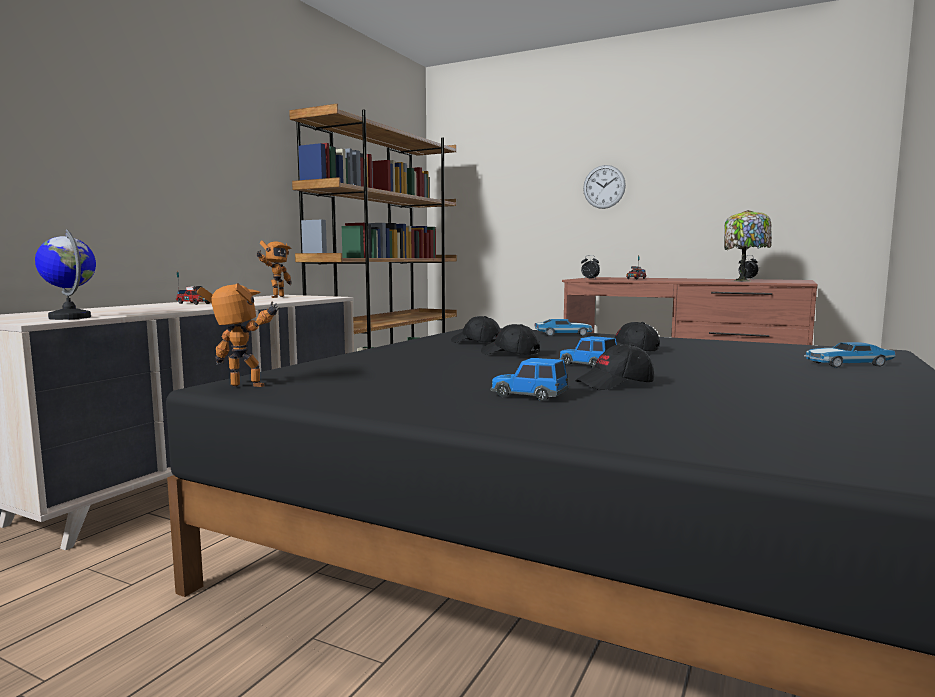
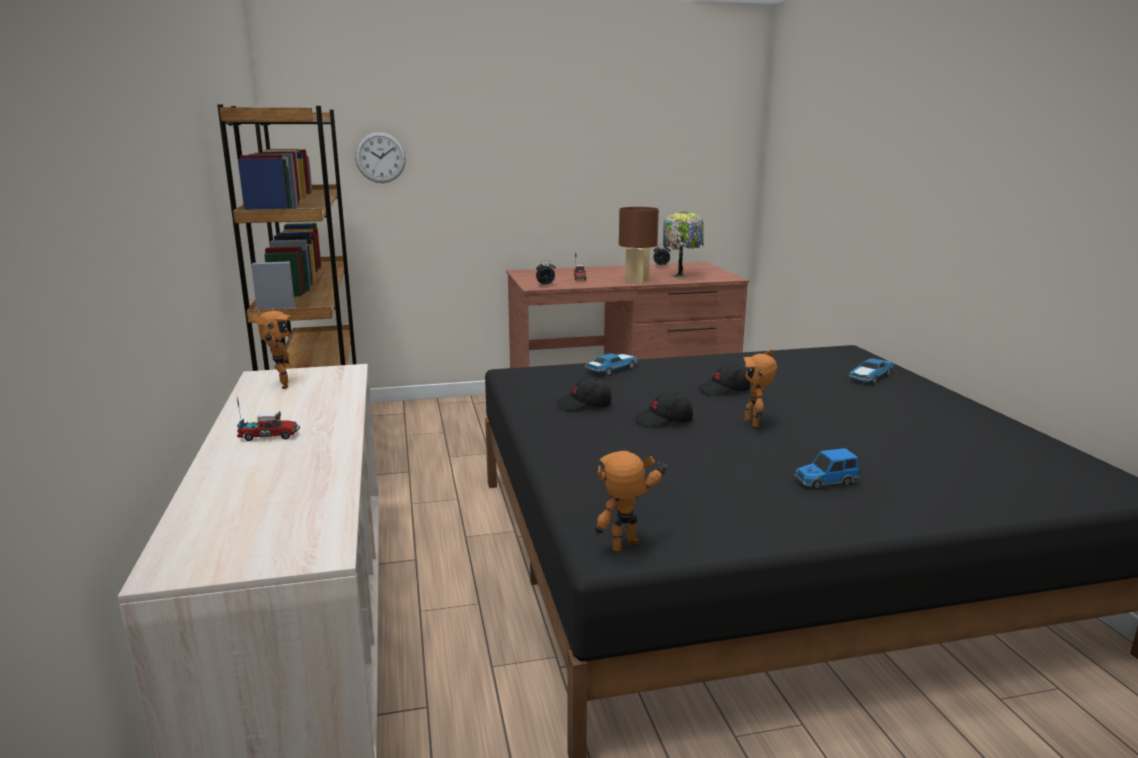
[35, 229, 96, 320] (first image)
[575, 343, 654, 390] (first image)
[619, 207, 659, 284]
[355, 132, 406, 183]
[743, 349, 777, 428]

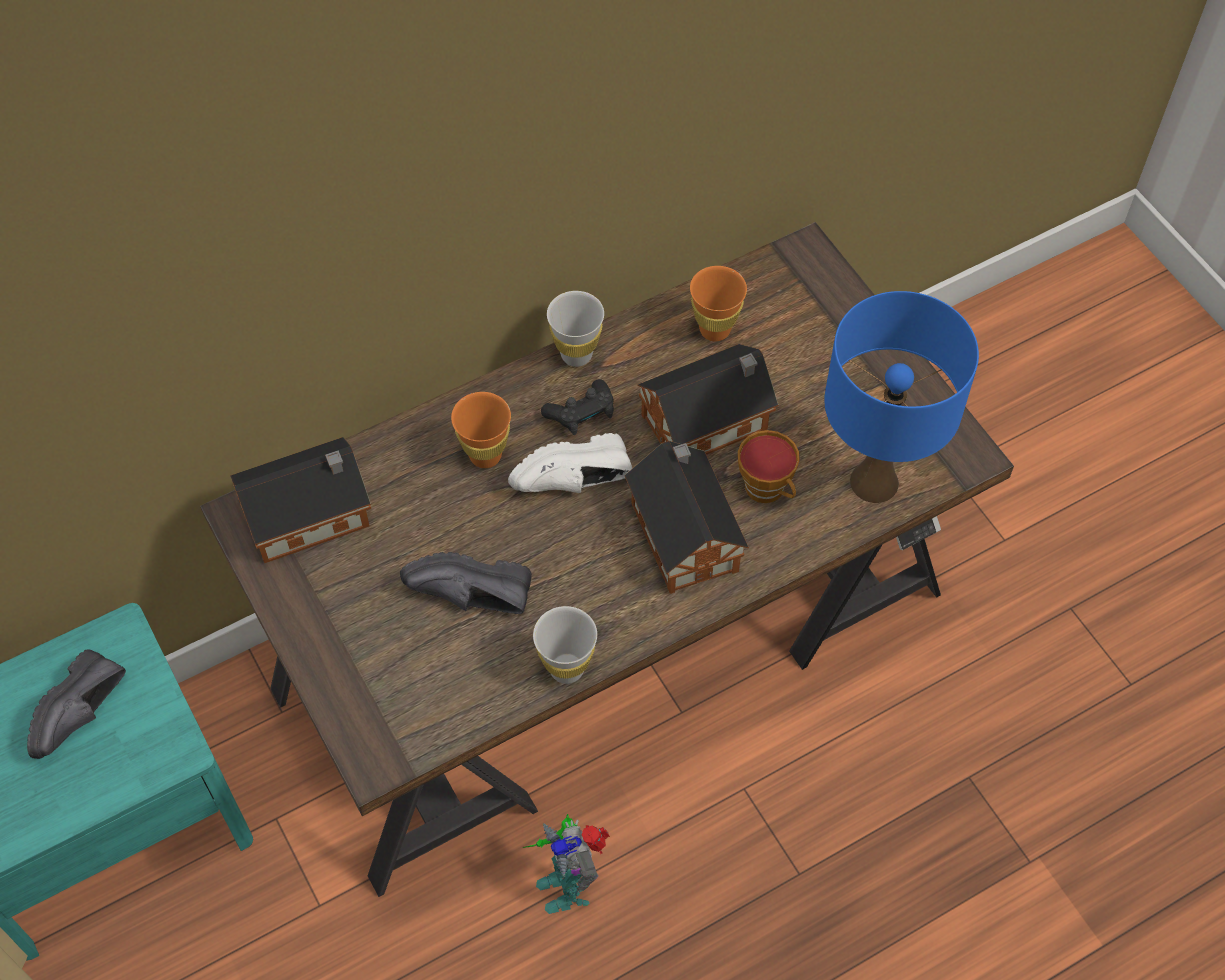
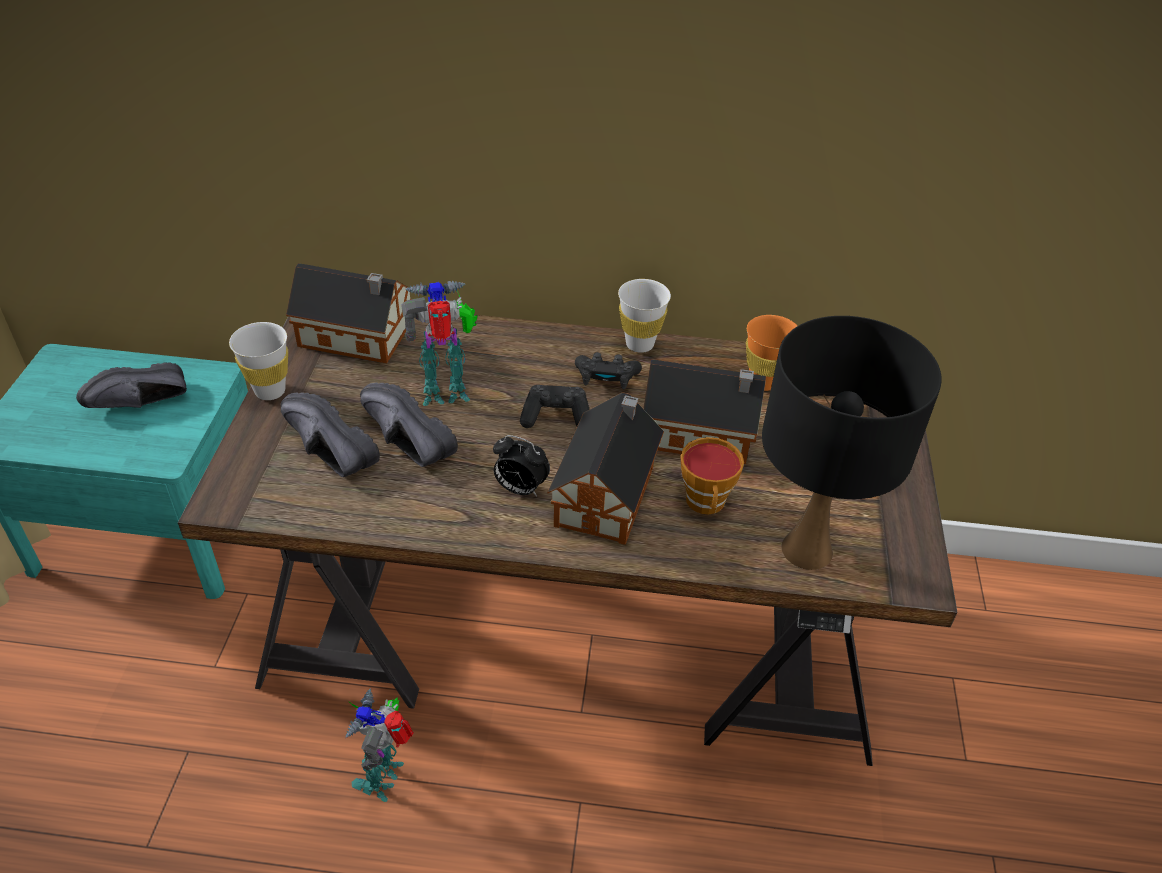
[451, 392, 511, 468] (first image)
[281, 392, 380, 477]
[401, 281, 478, 406]
[493, 435, 550, 496]
[229, 322, 288, 400]
[520, 385, 590, 428]
[762, 316, 942, 570]

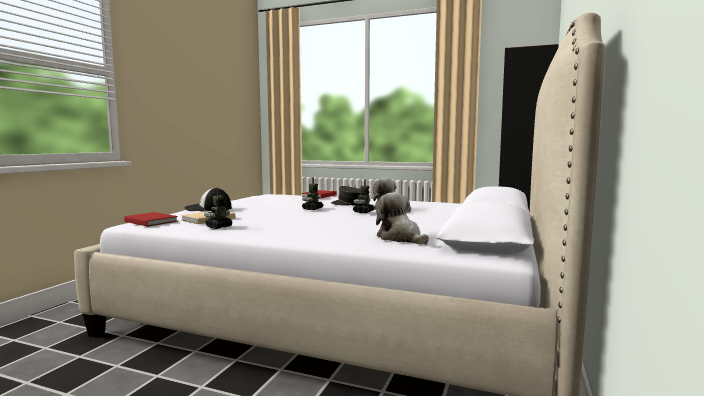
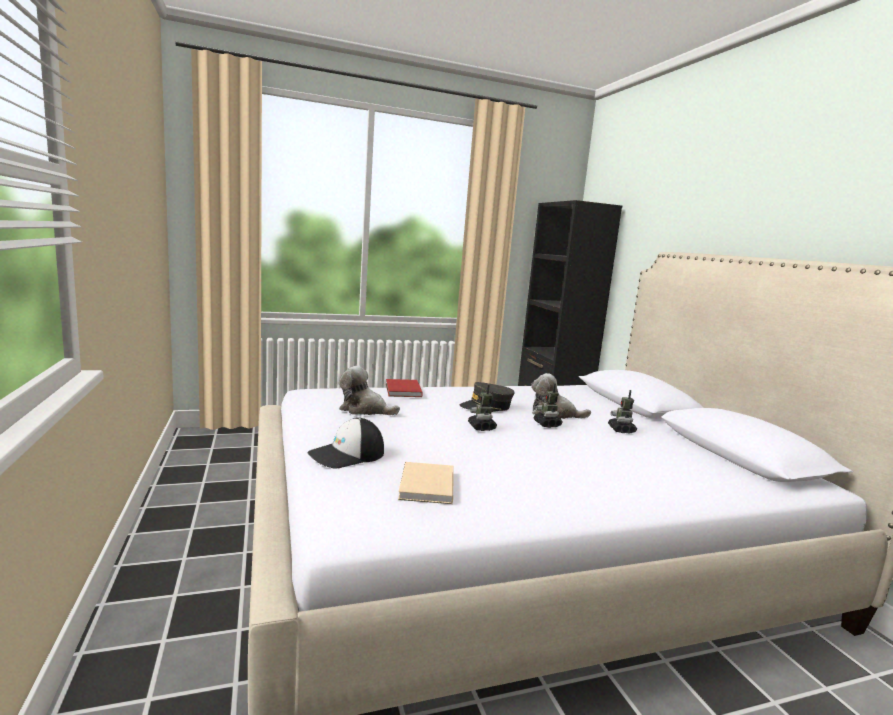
[124, 212, 178, 227] (first image)
[608, 390, 637, 433]
[339, 366, 400, 415]

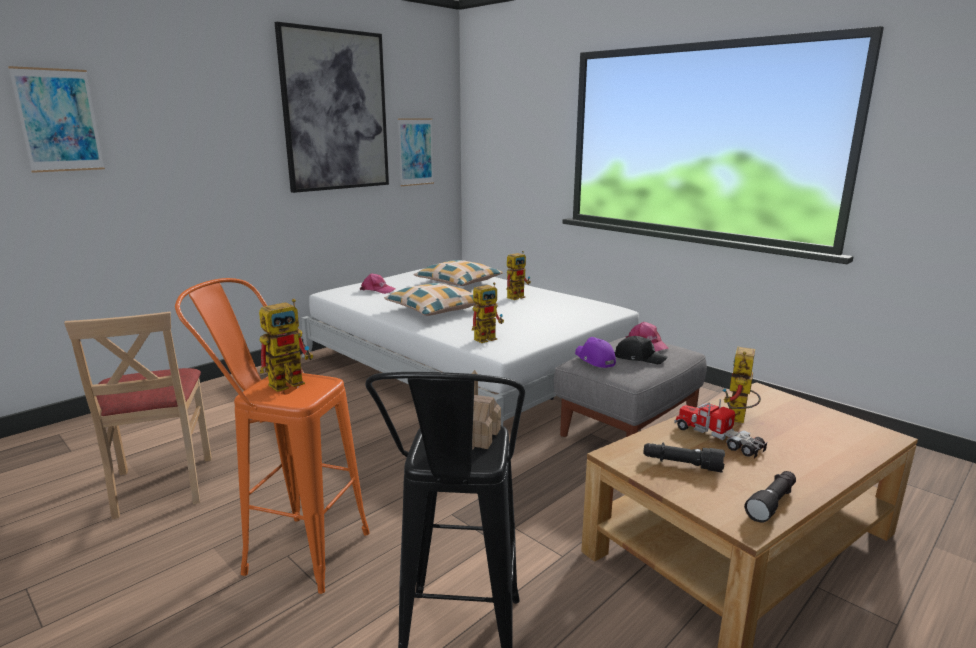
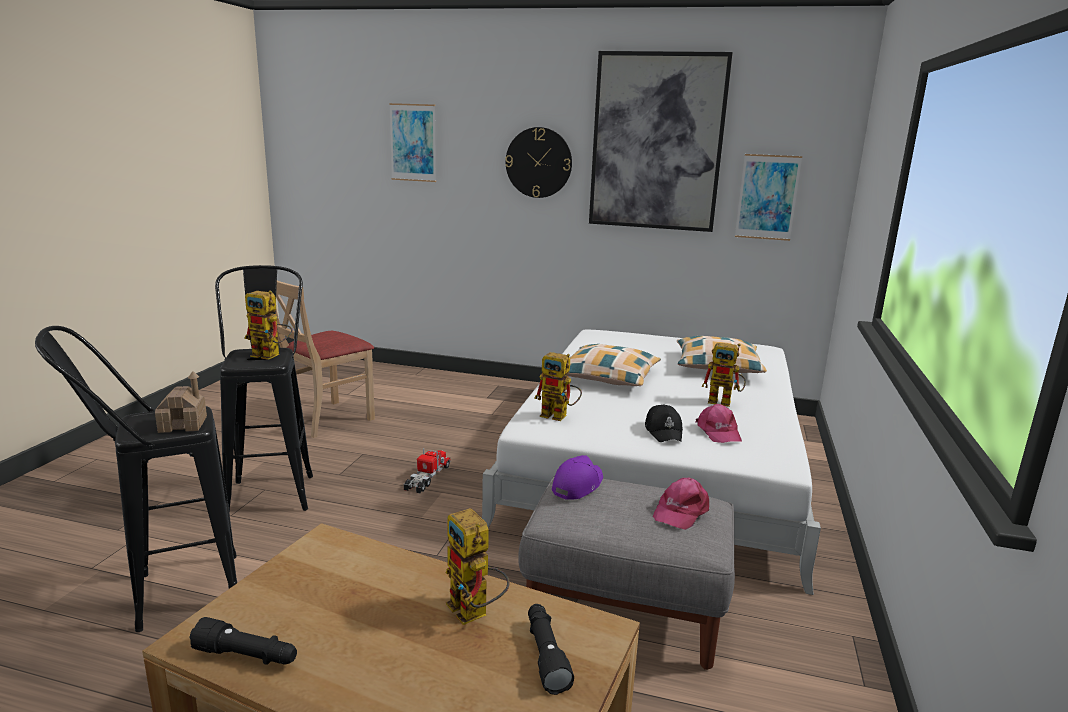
[505, 127, 572, 198]
[695, 404, 742, 443]
[645, 404, 683, 442]
[528, 604, 574, 695]
[404, 448, 451, 494]
[215, 265, 313, 513]
[445, 508, 510, 625]

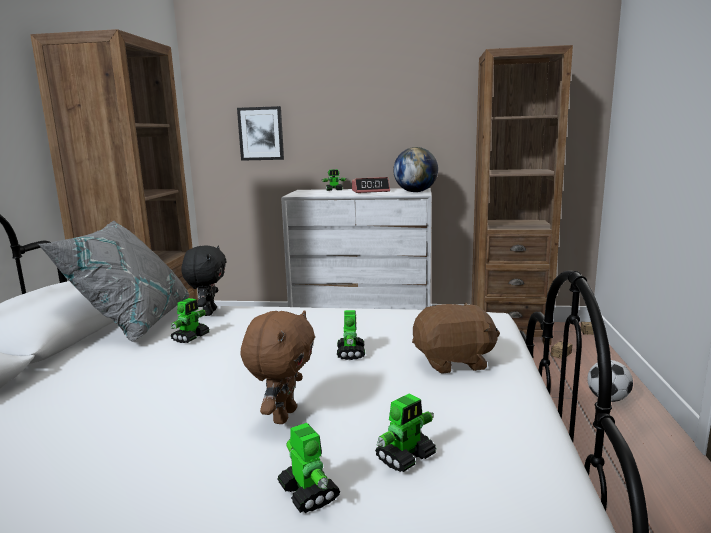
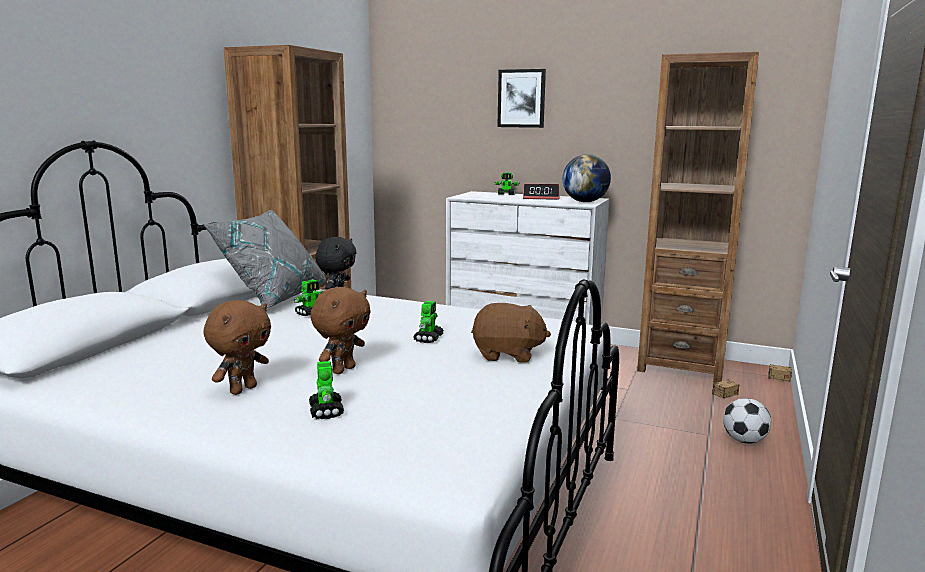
[375, 394, 437, 472] (first image)
[203, 300, 271, 395]
[497, 69, 546, 128]

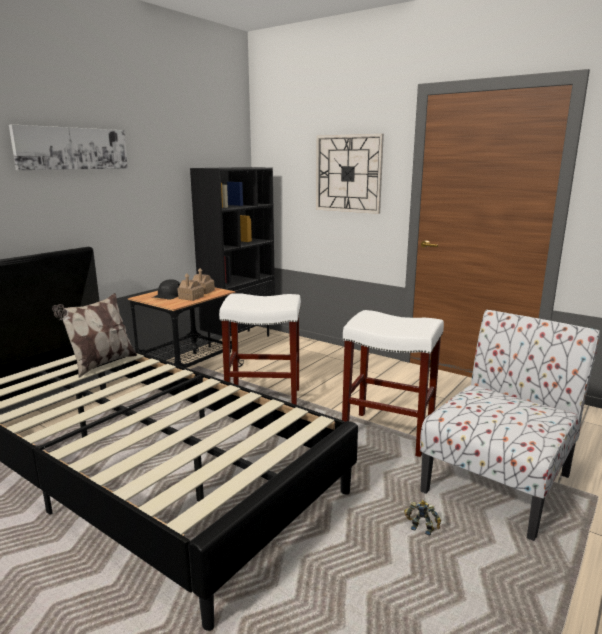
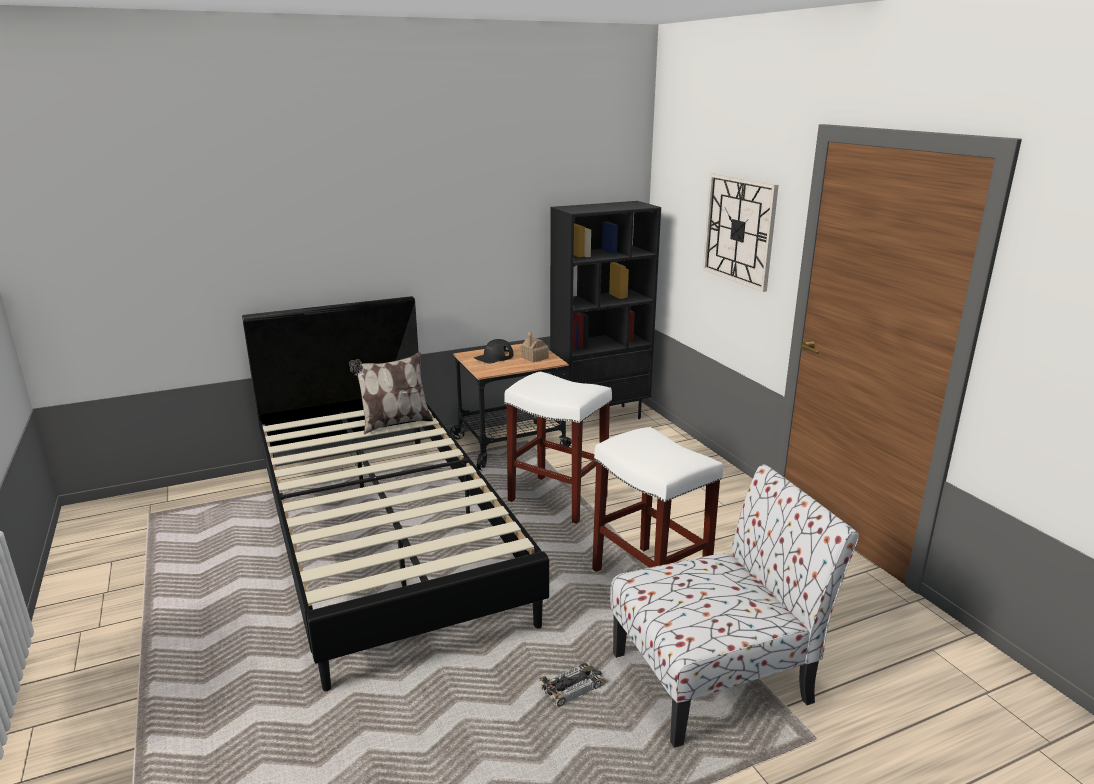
[9, 124, 128, 170] (first image)
[178, 273, 204, 301] (first image)
[540, 662, 608, 707]

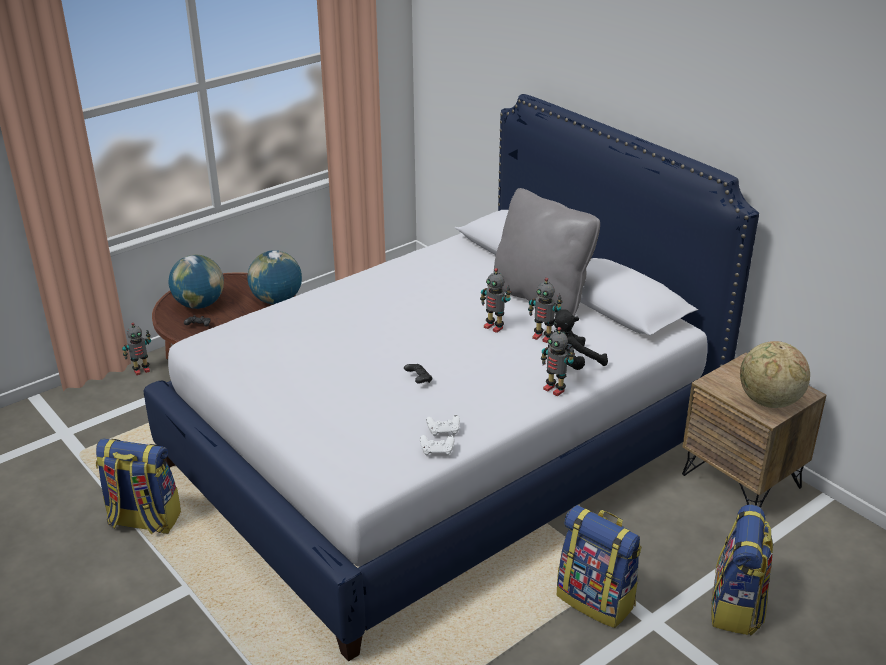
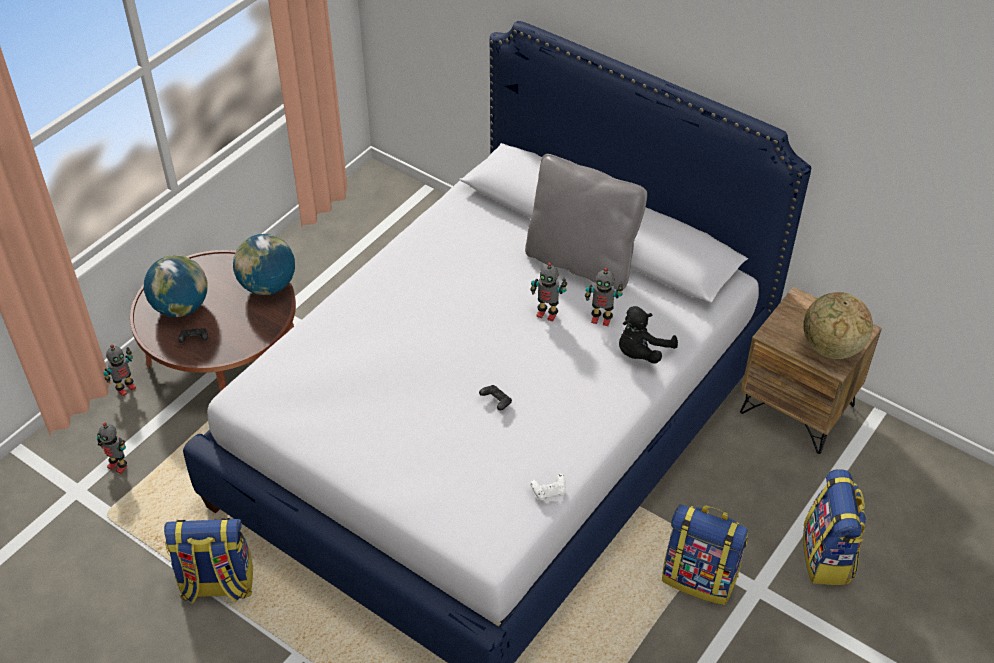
[426, 415, 460, 436] (first image)
[97, 423, 127, 474]

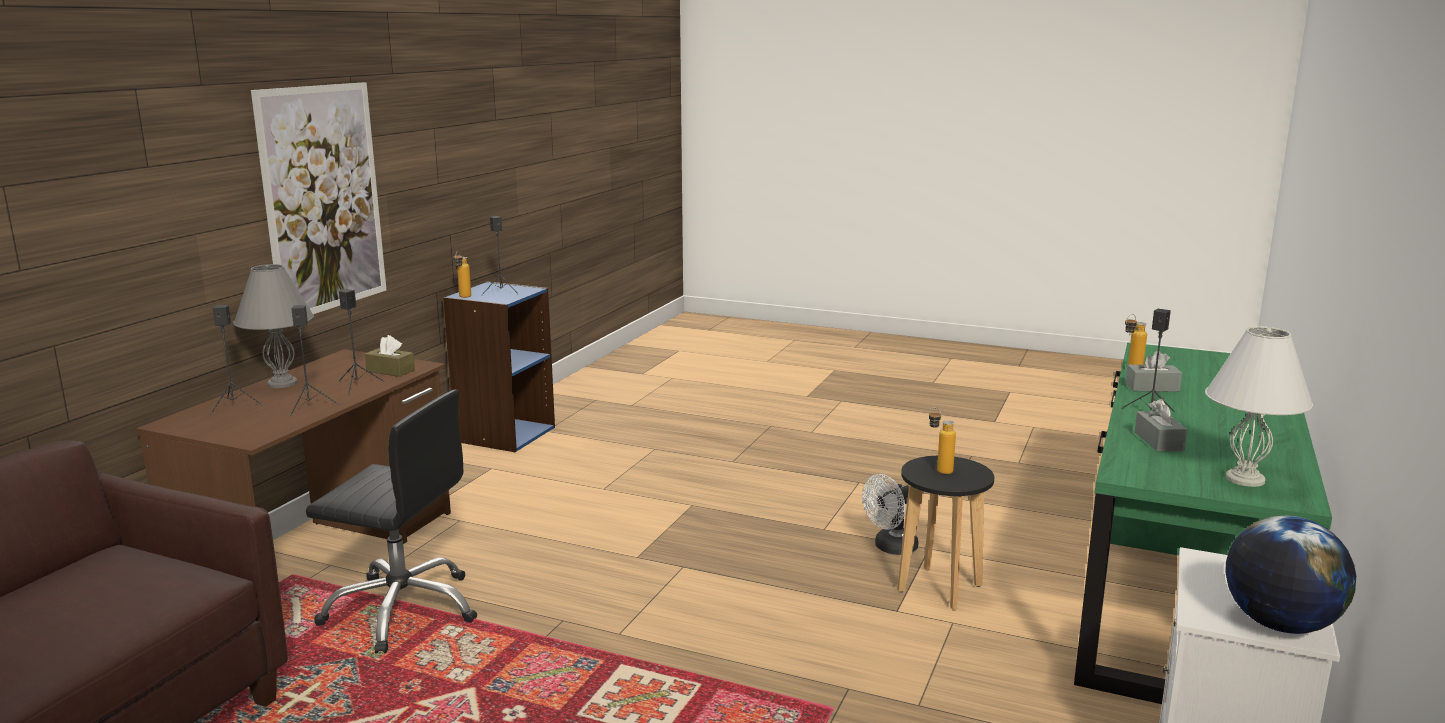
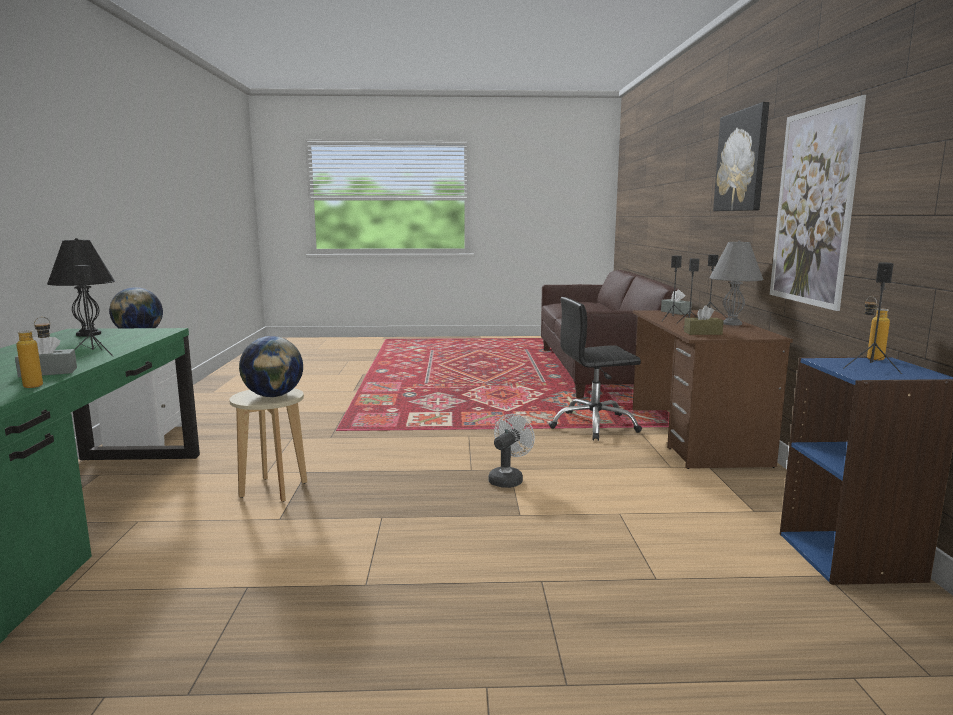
[713, 102, 769, 211]
[488, 414, 535, 488]
[661, 289, 692, 315]
[239, 336, 303, 397]
[229, 388, 307, 502]
[47, 238, 115, 337]

